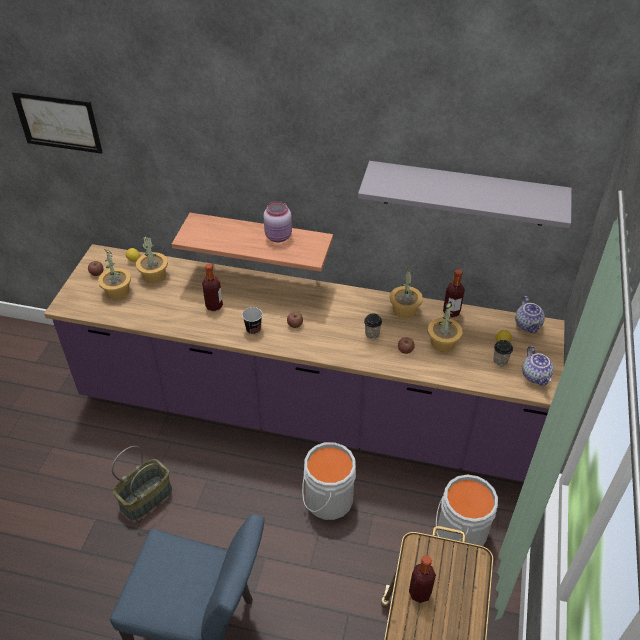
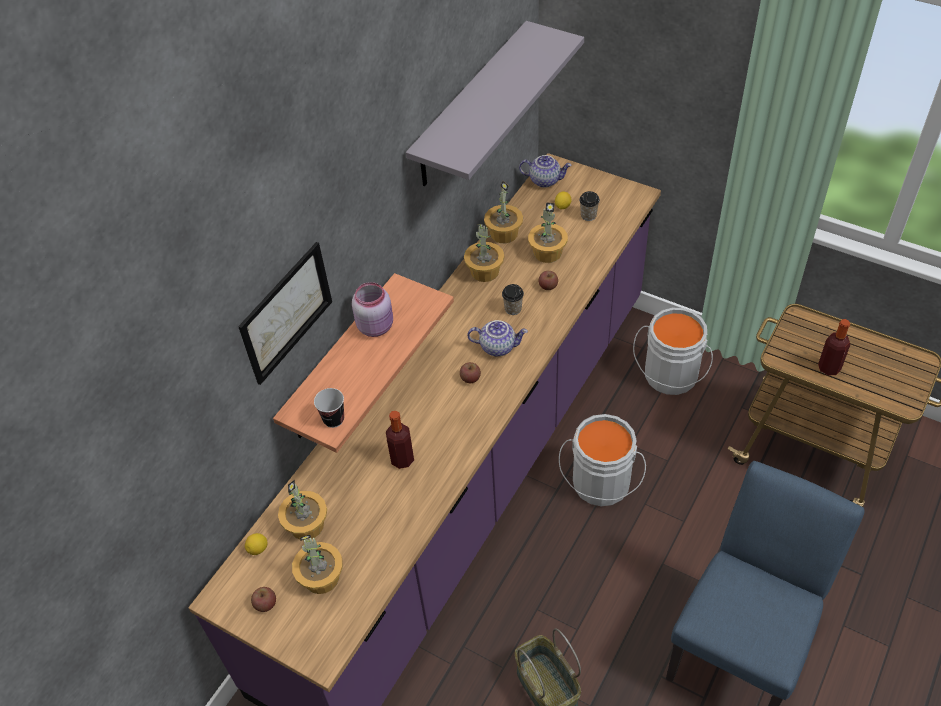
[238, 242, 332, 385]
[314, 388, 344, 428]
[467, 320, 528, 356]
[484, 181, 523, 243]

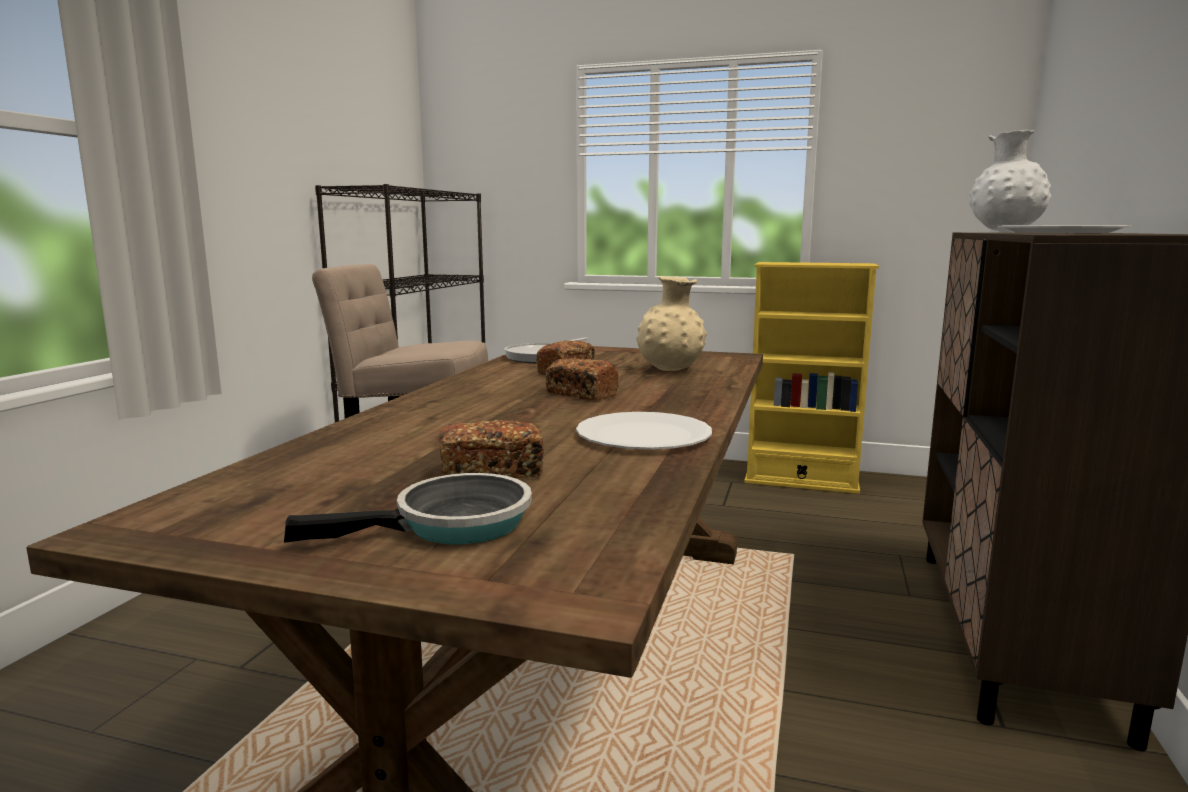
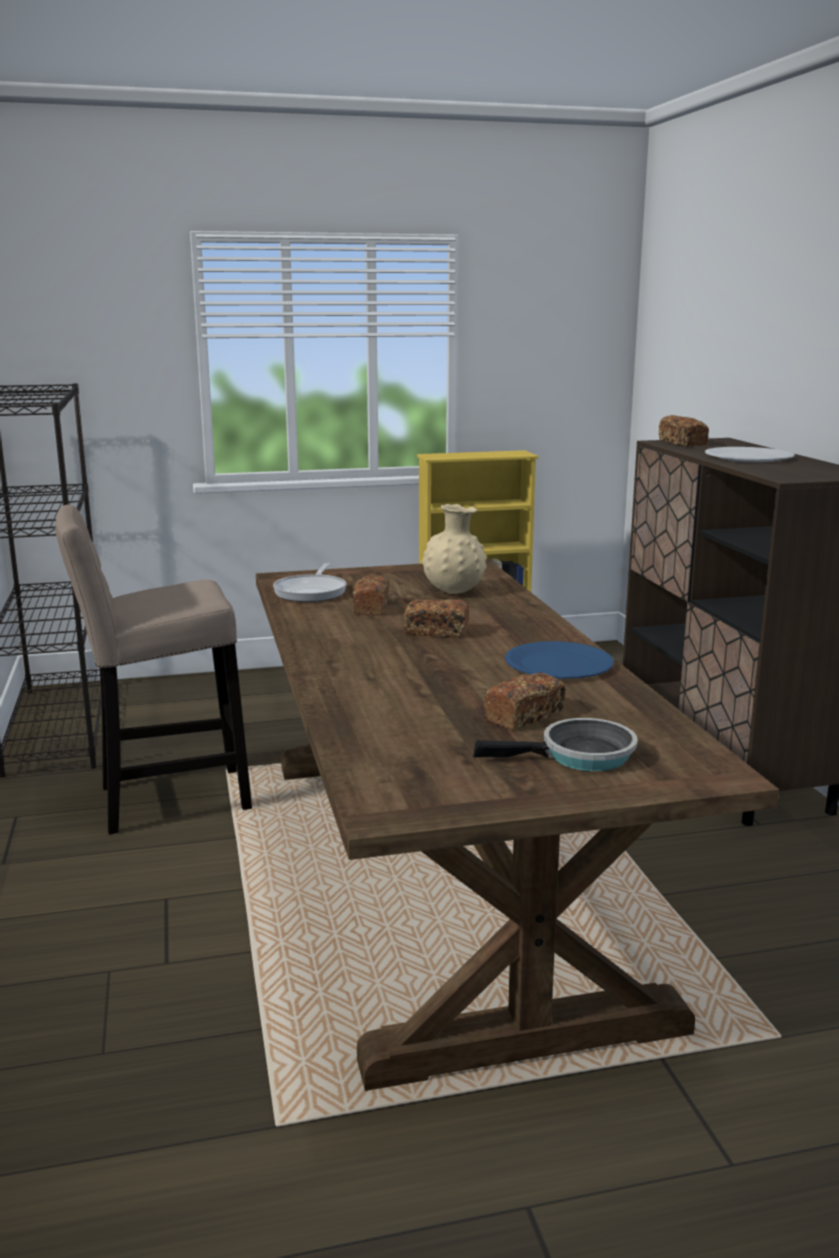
[659, 415, 709, 446]
[505, 641, 614, 679]
[473, 718, 638, 771]

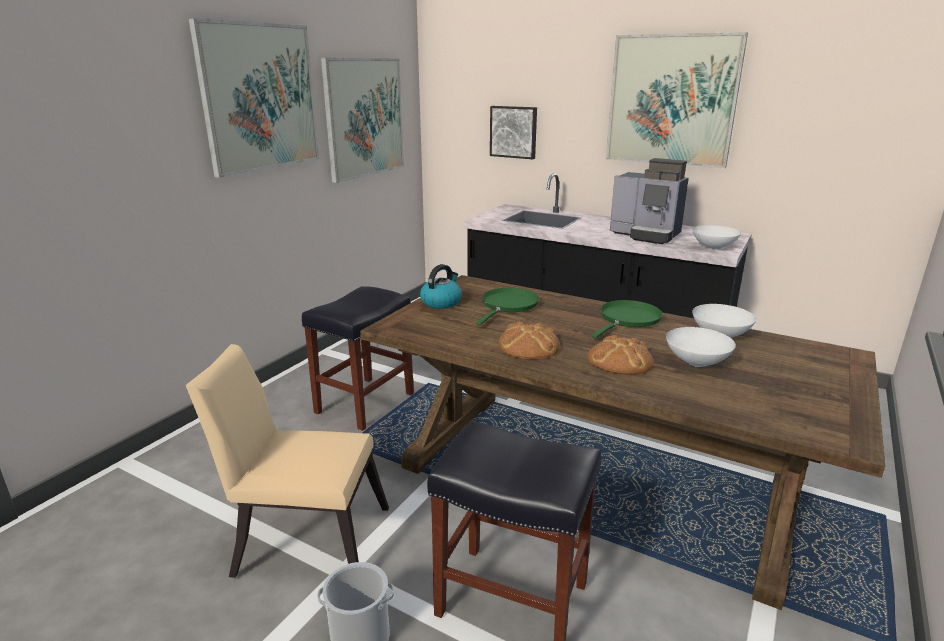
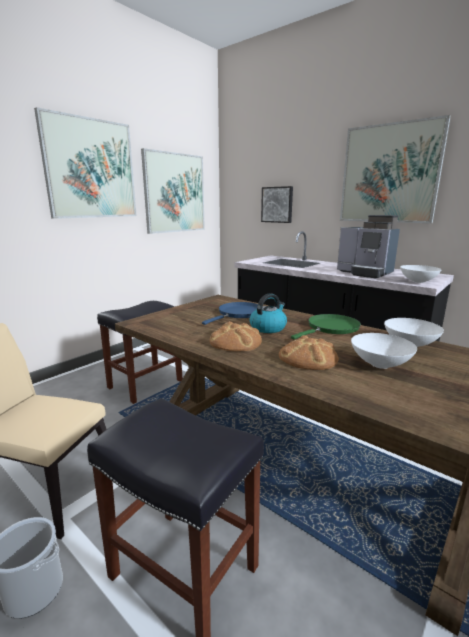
[250, 293, 287, 333]
[202, 302, 258, 325]

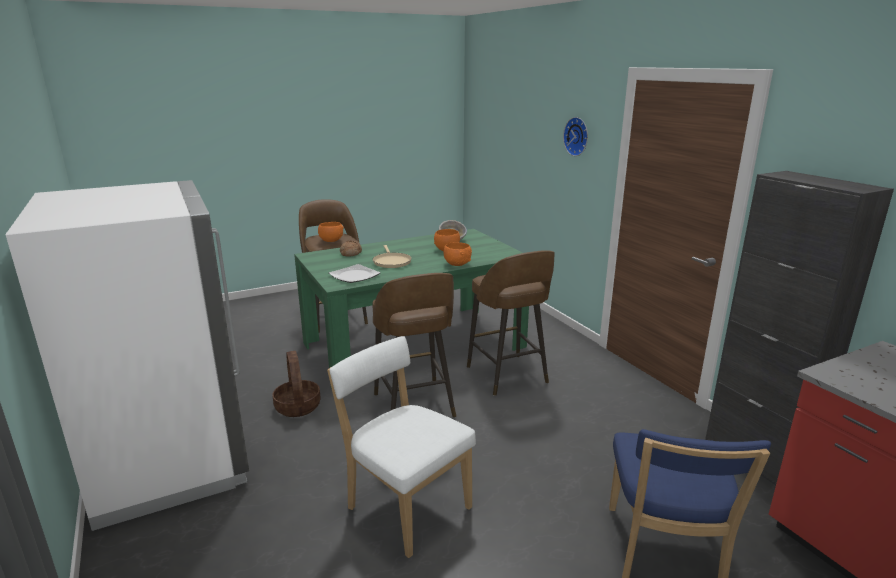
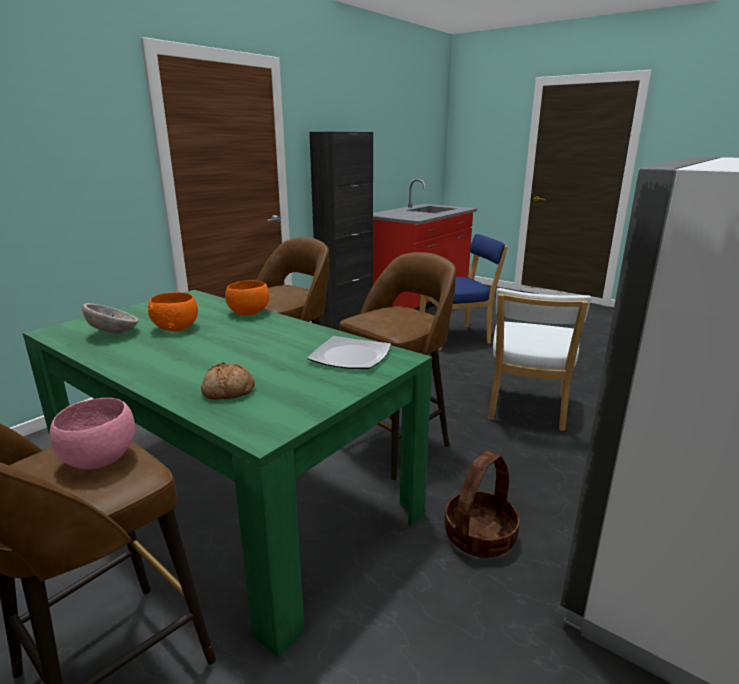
[373, 245, 412, 268] (first image)
[563, 117, 588, 156] (first image)
[49, 398, 135, 469]

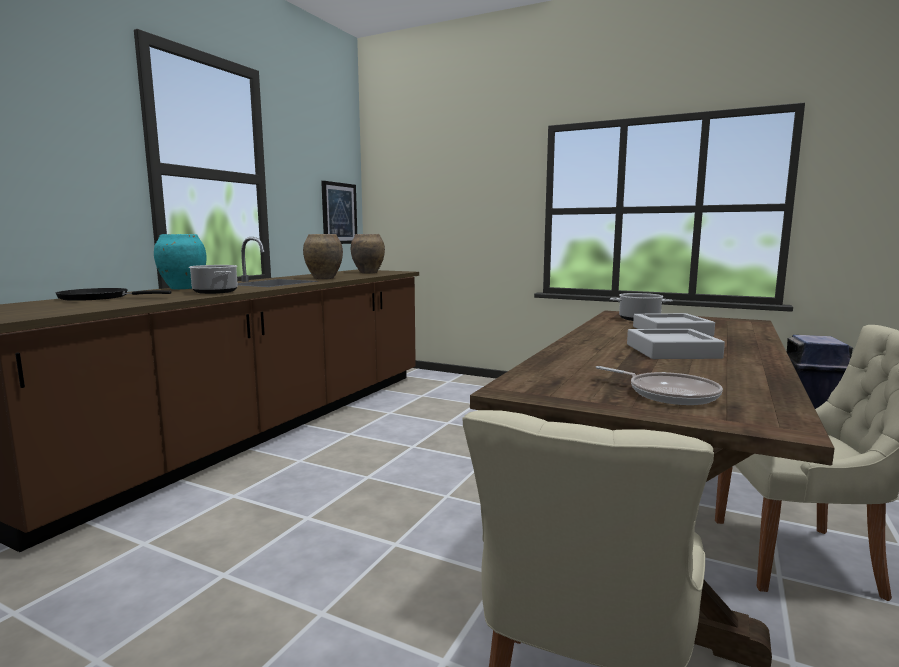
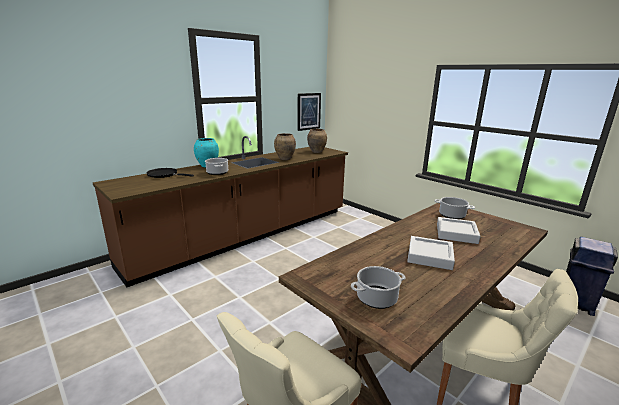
[351, 266, 405, 309]

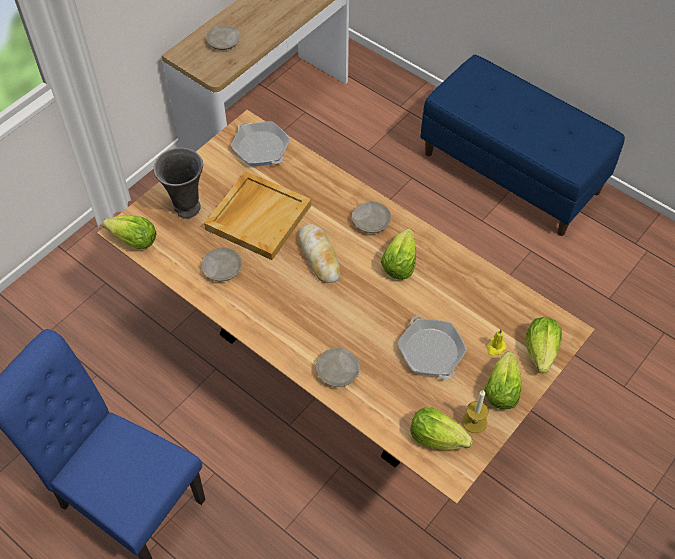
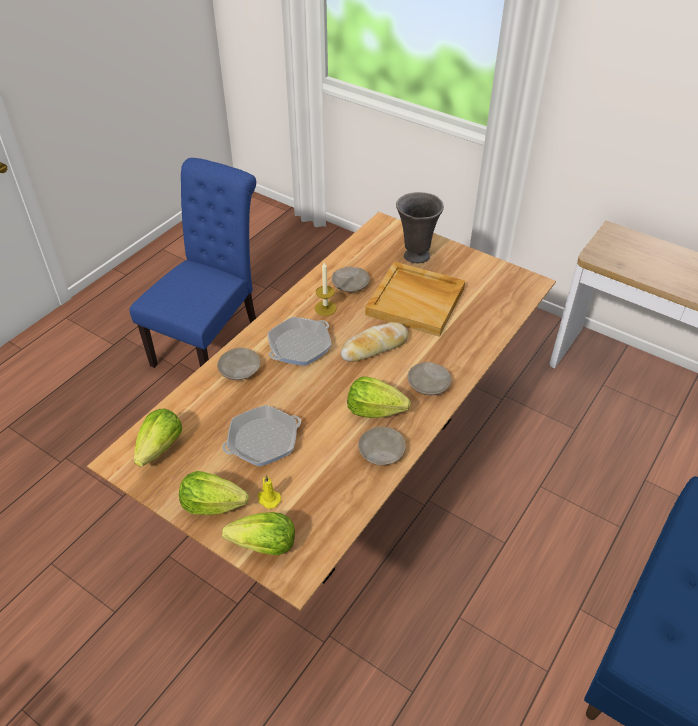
[103, 215, 157, 249] (first image)
[358, 427, 406, 466]
[268, 317, 331, 366]
[315, 262, 337, 316]

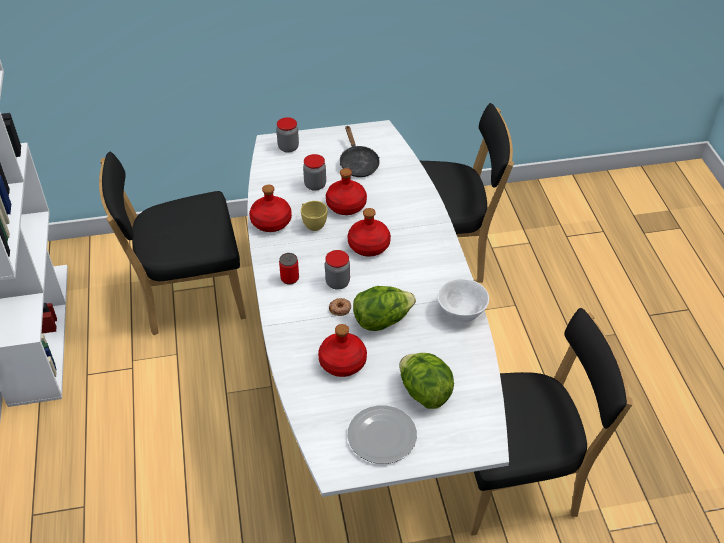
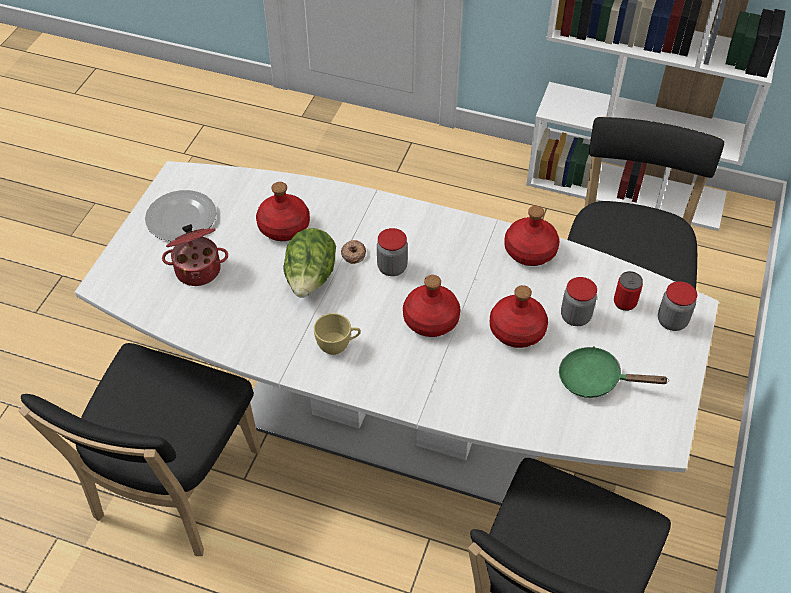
[438, 279, 489, 322] (first image)
[614, 271, 643, 311]
[314, 313, 361, 355]
[162, 224, 228, 286]
[559, 346, 669, 398]

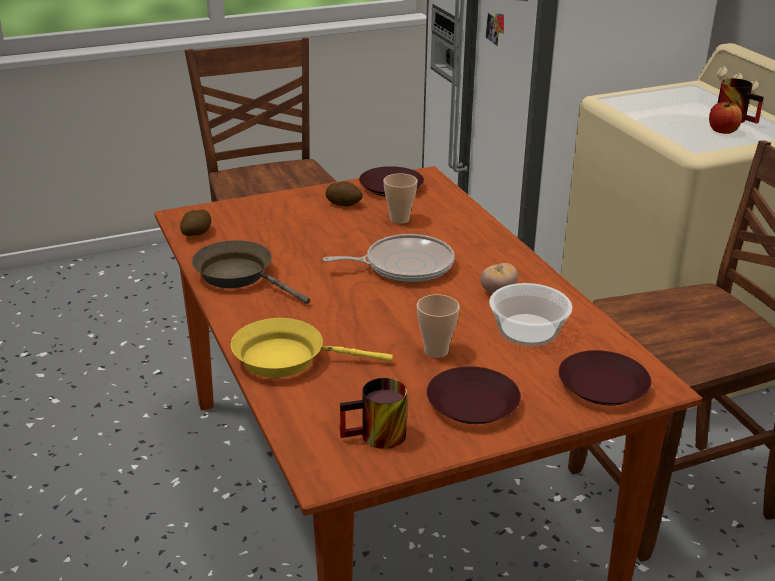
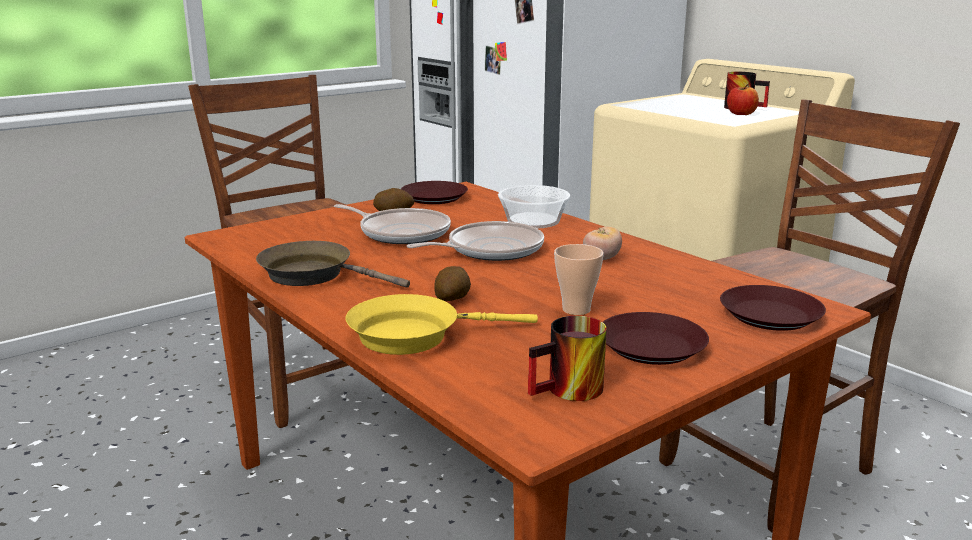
[383, 173, 417, 224] (first image)
[334, 204, 451, 244]
[434, 266, 471, 301]
[498, 185, 570, 229]

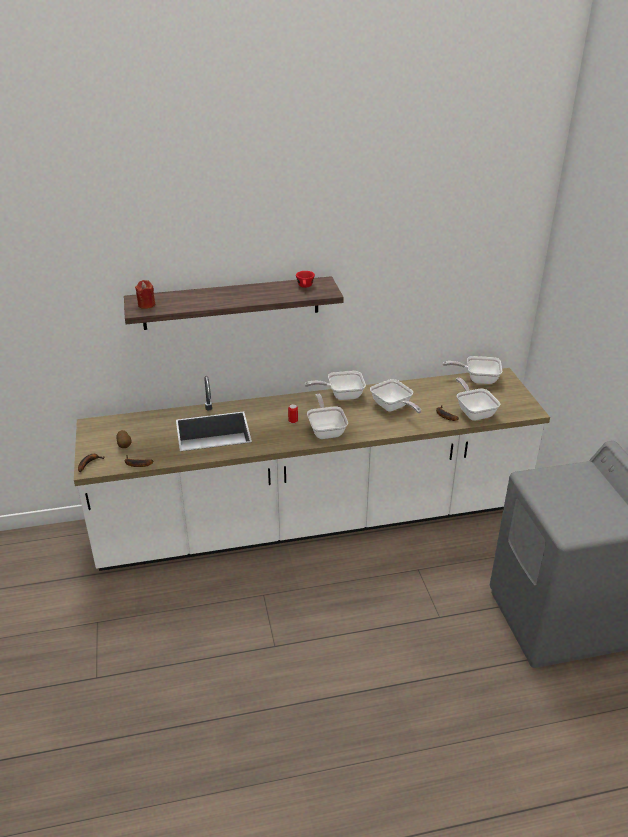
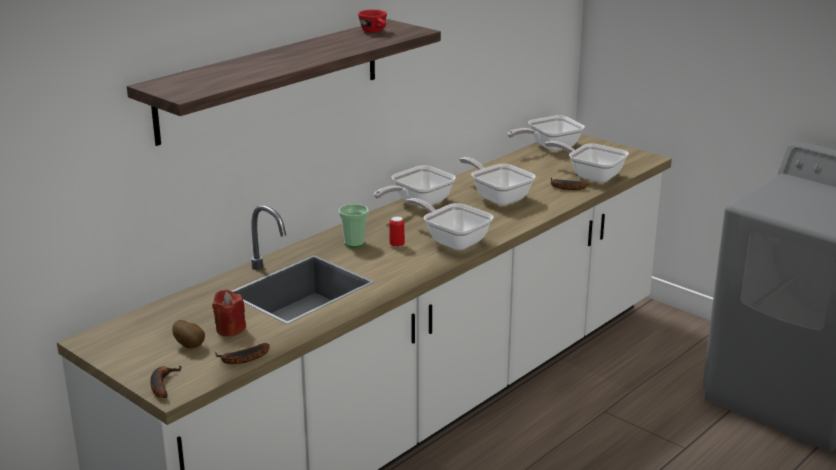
[338, 204, 368, 247]
[212, 289, 246, 336]
[459, 157, 536, 206]

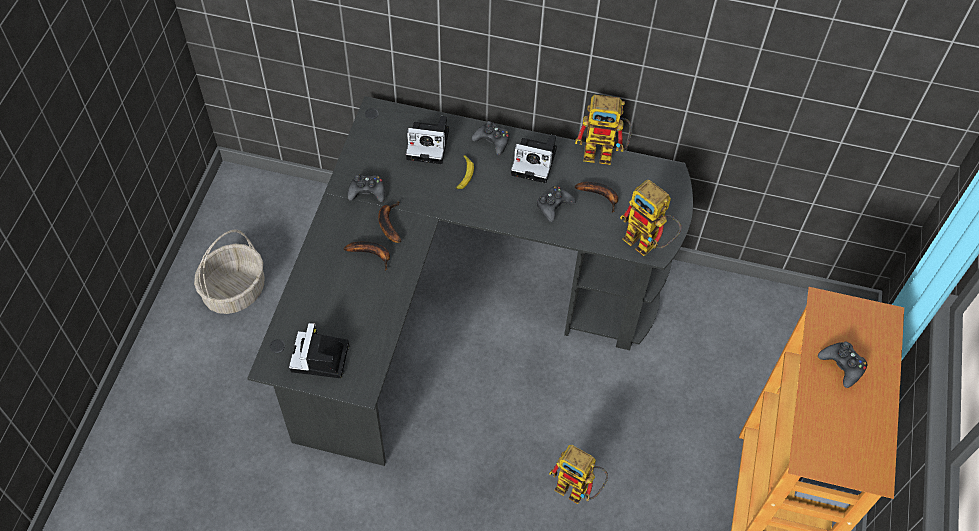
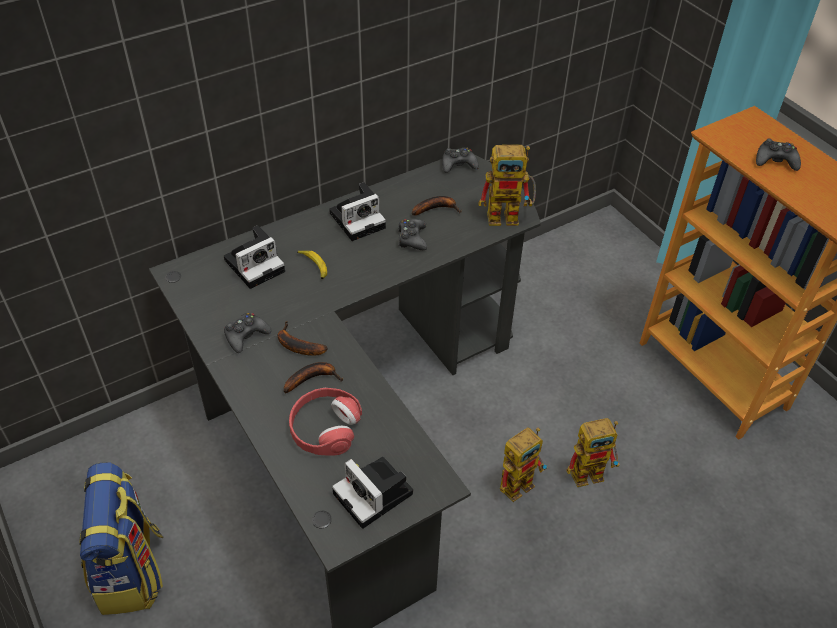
[289, 388, 362, 456]
[442, 147, 479, 173]
[500, 427, 548, 502]
[79, 462, 164, 615]

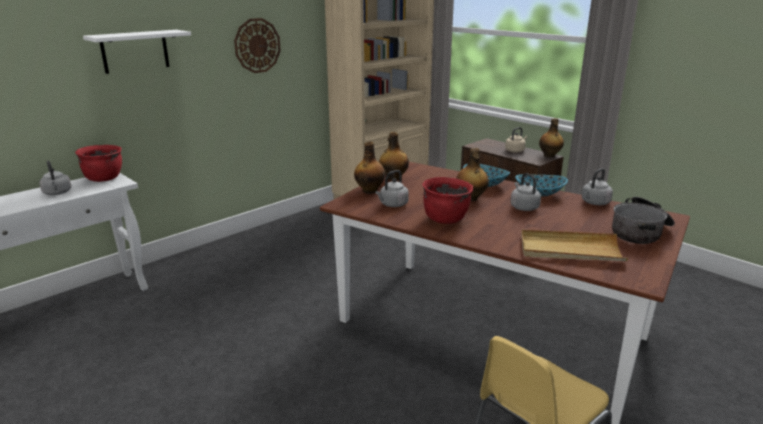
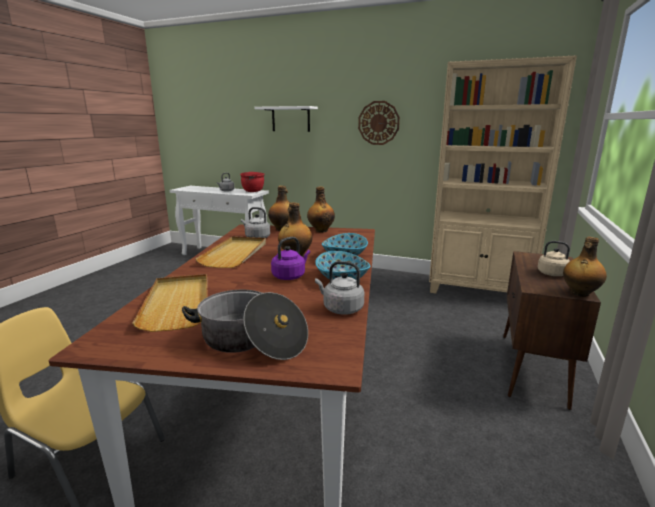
[195, 236, 266, 268]
[271, 237, 310, 280]

